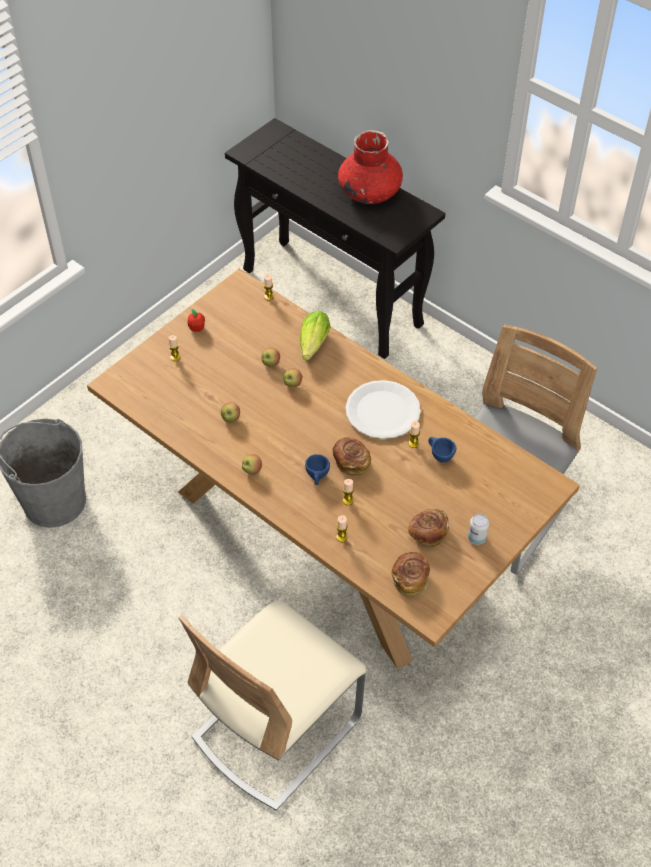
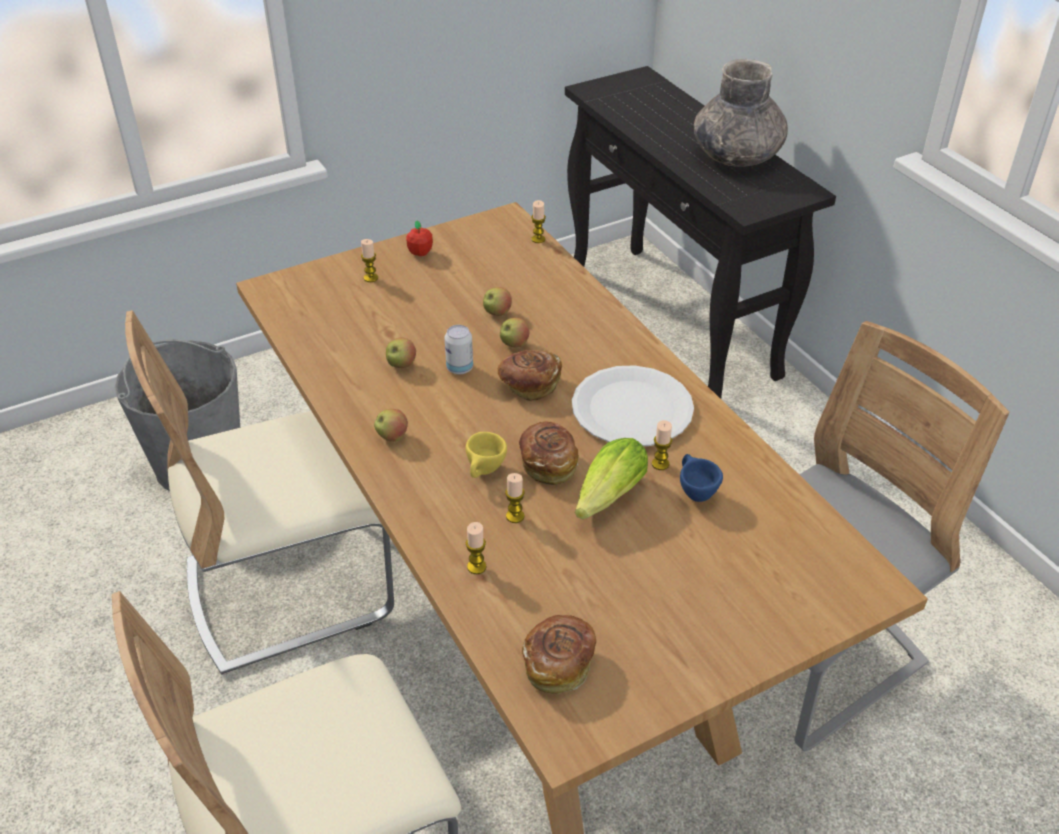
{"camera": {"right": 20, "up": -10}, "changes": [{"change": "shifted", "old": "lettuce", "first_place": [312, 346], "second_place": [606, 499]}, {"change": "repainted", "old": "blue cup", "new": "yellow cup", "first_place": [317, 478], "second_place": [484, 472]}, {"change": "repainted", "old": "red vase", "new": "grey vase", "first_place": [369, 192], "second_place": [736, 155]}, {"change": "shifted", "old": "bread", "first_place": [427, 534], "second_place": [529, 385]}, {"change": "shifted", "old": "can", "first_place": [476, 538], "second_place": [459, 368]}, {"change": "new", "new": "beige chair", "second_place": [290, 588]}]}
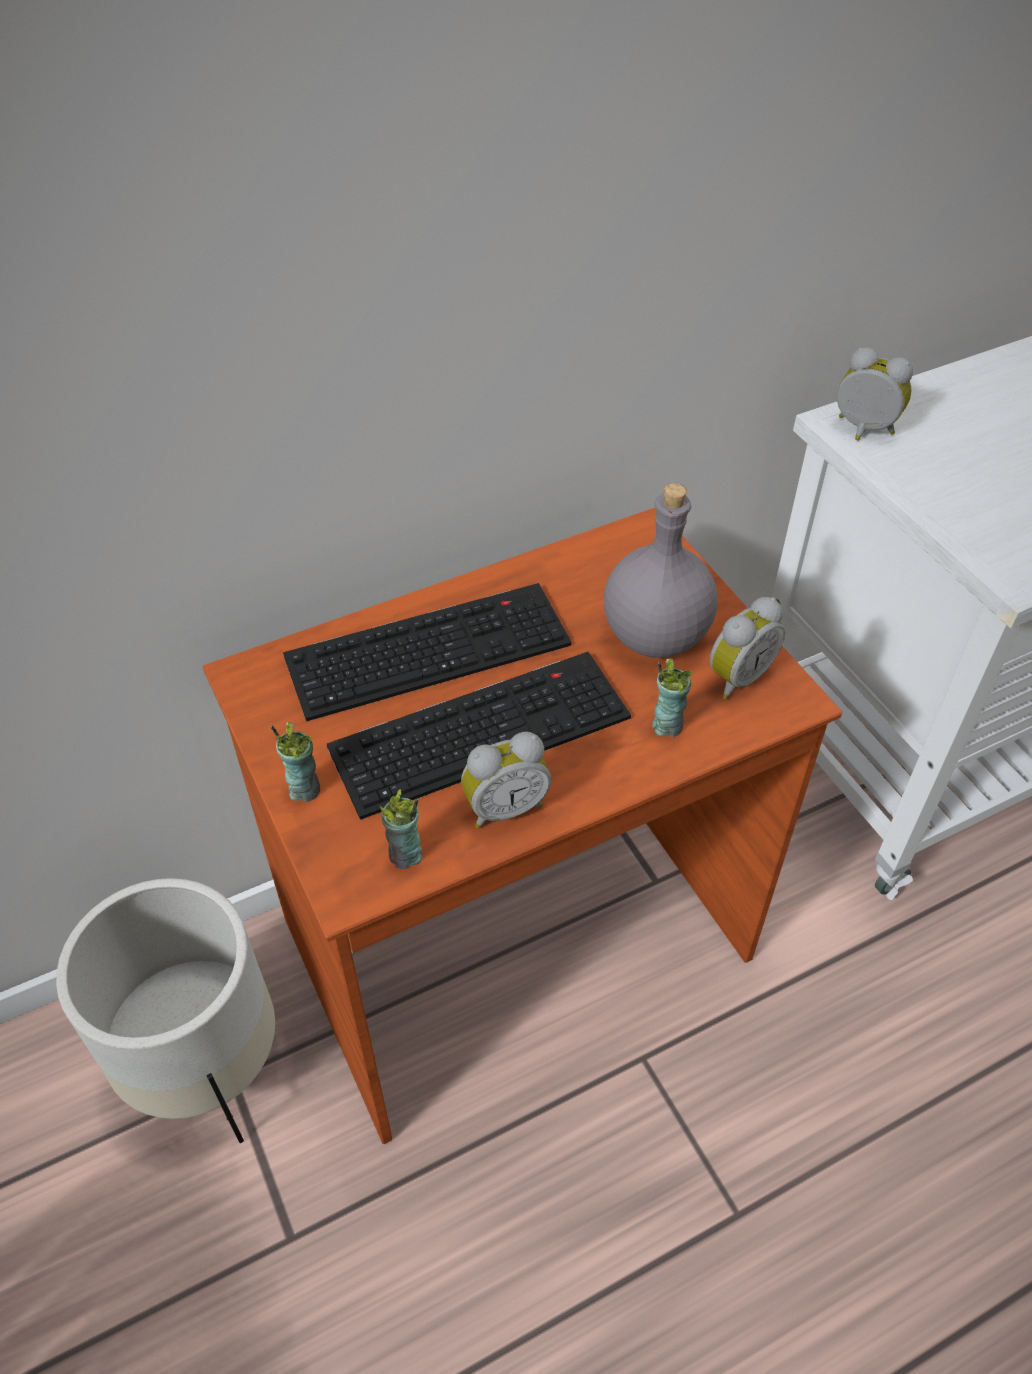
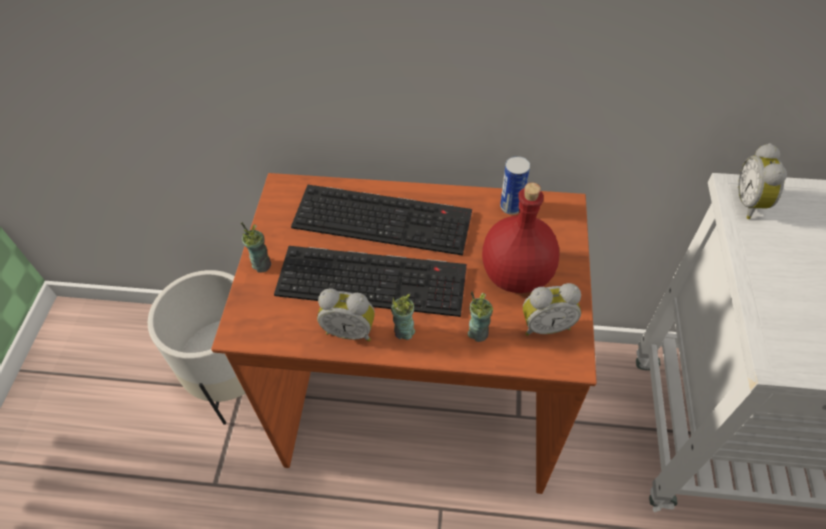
{"camera": {"right": 35, "up": 5}, "changes": [{"change": "shifted", "old": "cup", "first_place": [405, 856], "second_place": [404, 331]}, {"change": "repainted", "old": "grey bottle", "new": "red bottle", "first_place": [656, 638], "second_place": [516, 276]}, {"change": "rotated", "old": "alarm clock", "first_place": [862, 431], "second_place": [751, 203], "degrees": -150}, {"change": "new", "new": "can", "second_place": [511, 206]}]}
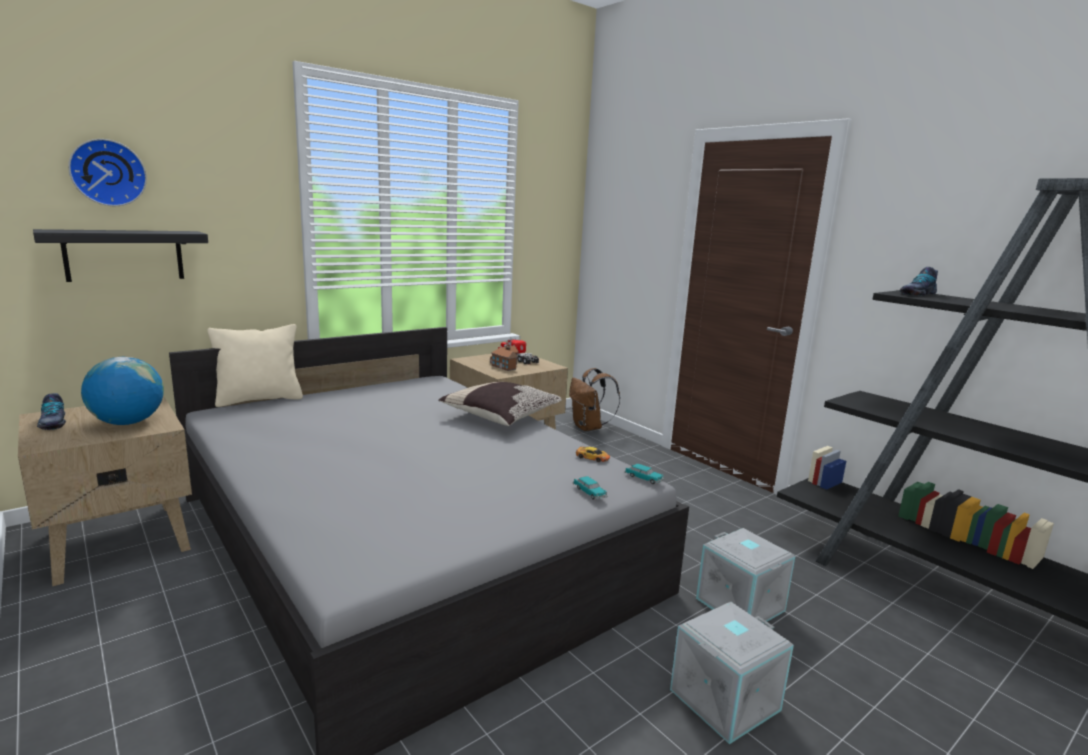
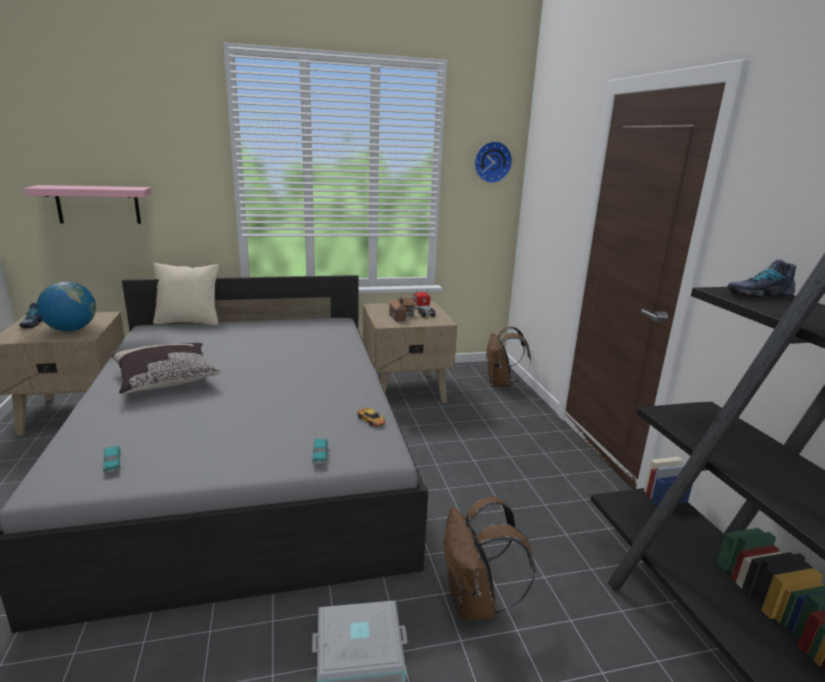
{"camera": {"right": 25, "up": 5}, "changes": [{"change": "repainted", "old": "black shelf", "new": "pink shelf", "first_place": [124, 255], "second_place": [98, 204]}, {"change": "shifted", "old": "wall clock", "first_place": [108, 173], "second_place": [492, 162]}, {"change": "shifted", "old": "pillow", "first_place": [500, 416], "second_place": [167, 379]}, {"change": "shifted", "old": "toy car", "first_place": [643, 478], "second_place": [112, 463]}, {"change": "swapped", "old": "grey storage box", "new": "brown backpack", "first_place": [741, 604], "second_place": [475, 603]}]}
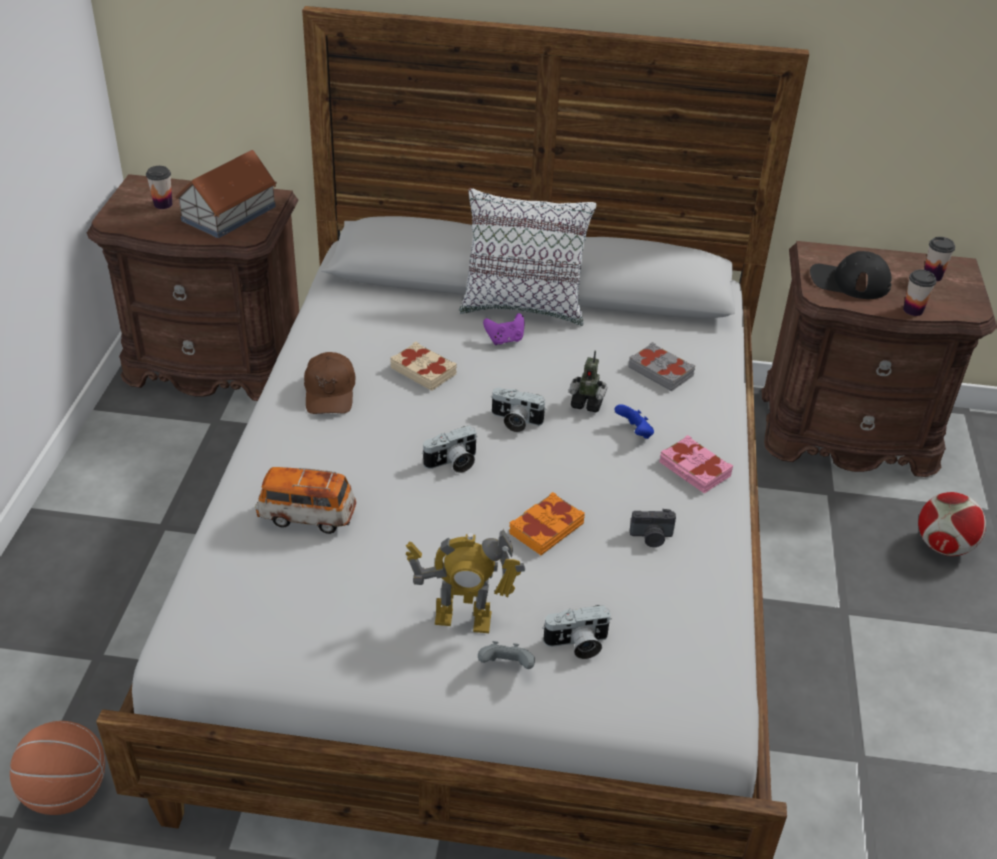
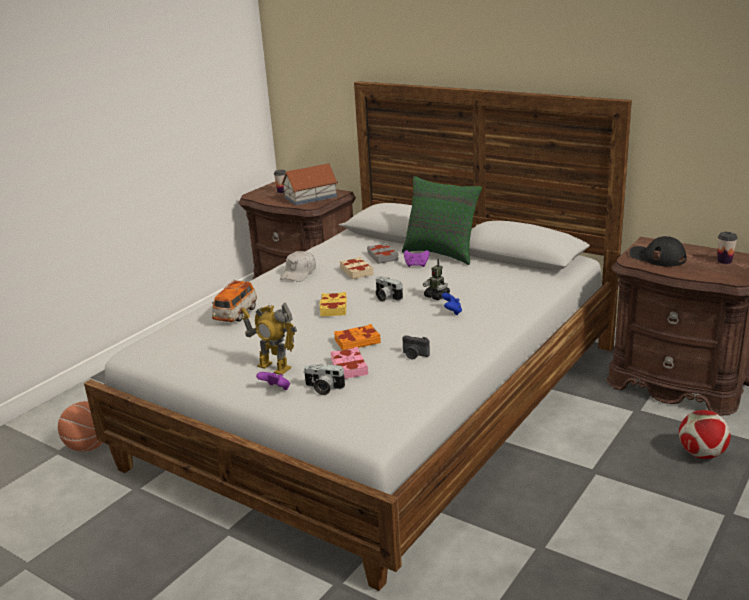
{"camera": {"right": 30, "up": -15}, "changes": [{"change": "rotated", "old": "toy car", "first_place": [306, 516], "second_place": [236, 314], "degrees": -105}, {"change": "repainted", "old": "brown cap", "new": "white cap", "first_place": [330, 392], "second_place": [299, 273]}, {"change": "swapped", "old": "photo camera", "new": "yellow book", "first_place": [452, 463], "second_place": [333, 308]}, {"change": "repainted", "old": "white pillow", "new": "green pillow", "first_place": [523, 309], "second_place": [441, 254]}, {"change": "repainted", "old": "grey game controller", "new": "purple game controller", "first_place": [506, 667], "second_place": [276, 389]}, {"change": "shifted", "old": "grey book", "first_place": [661, 371], "second_place": [383, 256]}, {"change": "shifted", "old": "pink book", "first_place": [694, 470], "second_place": [348, 367]}, {"change": "gone", "old": "cup", "first_place": [913, 310]}]}
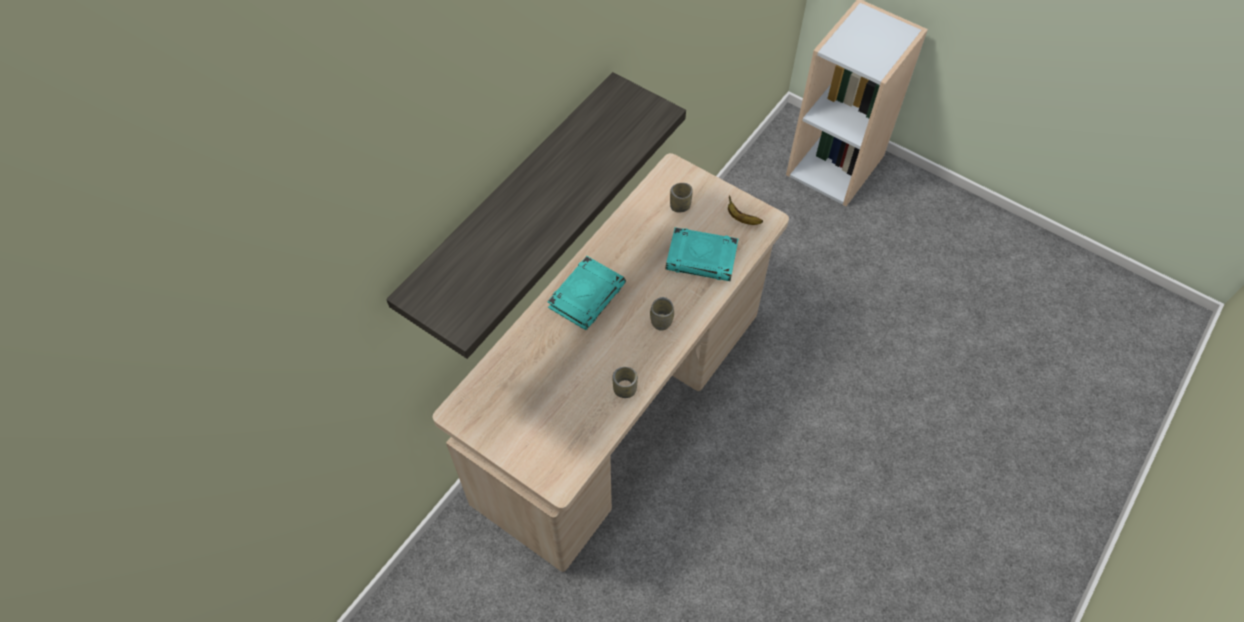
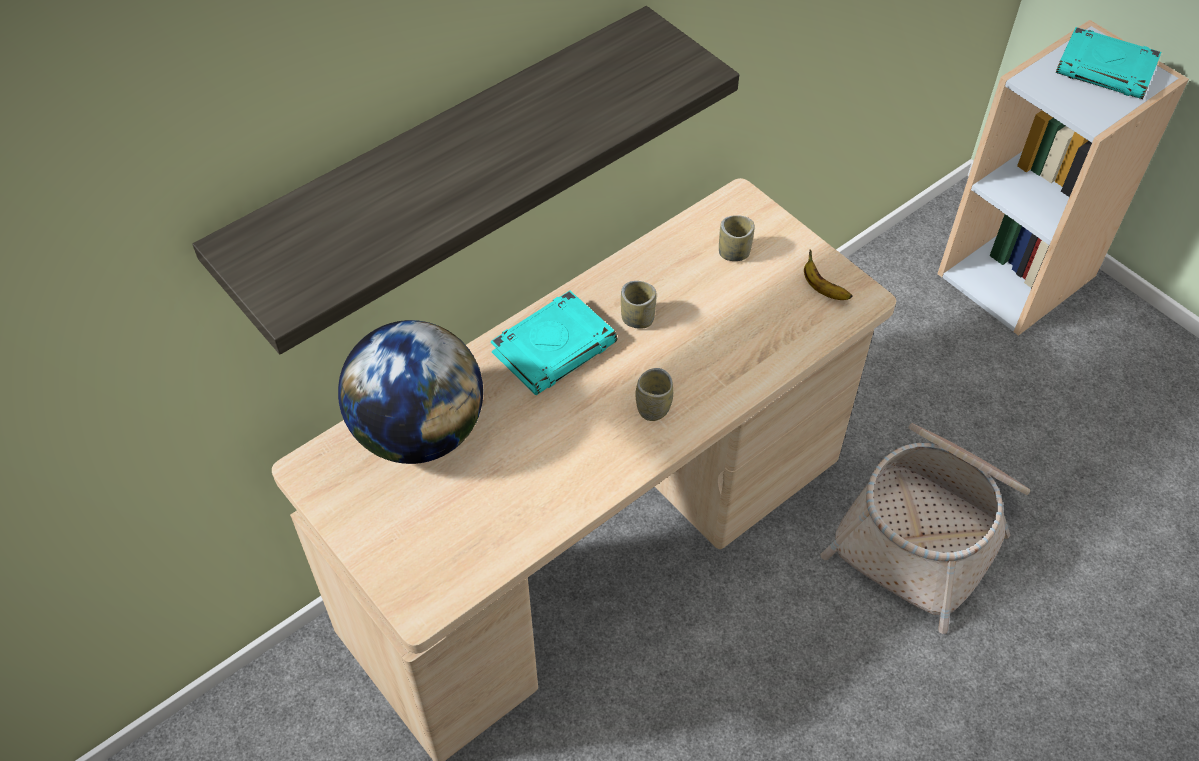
{"camera": {"right": 15, "up": -5}, "changes": [{"change": "shifted", "old": "cup", "first_place": [625, 389], "second_place": [637, 319]}, {"change": "shifted", "old": "turquoise book", "first_place": [702, 258], "second_place": [1106, 70]}, {"change": "new", "new": "globe", "second_place": [418, 432]}, {"change": "new", "new": "basket", "second_place": [928, 529]}]}
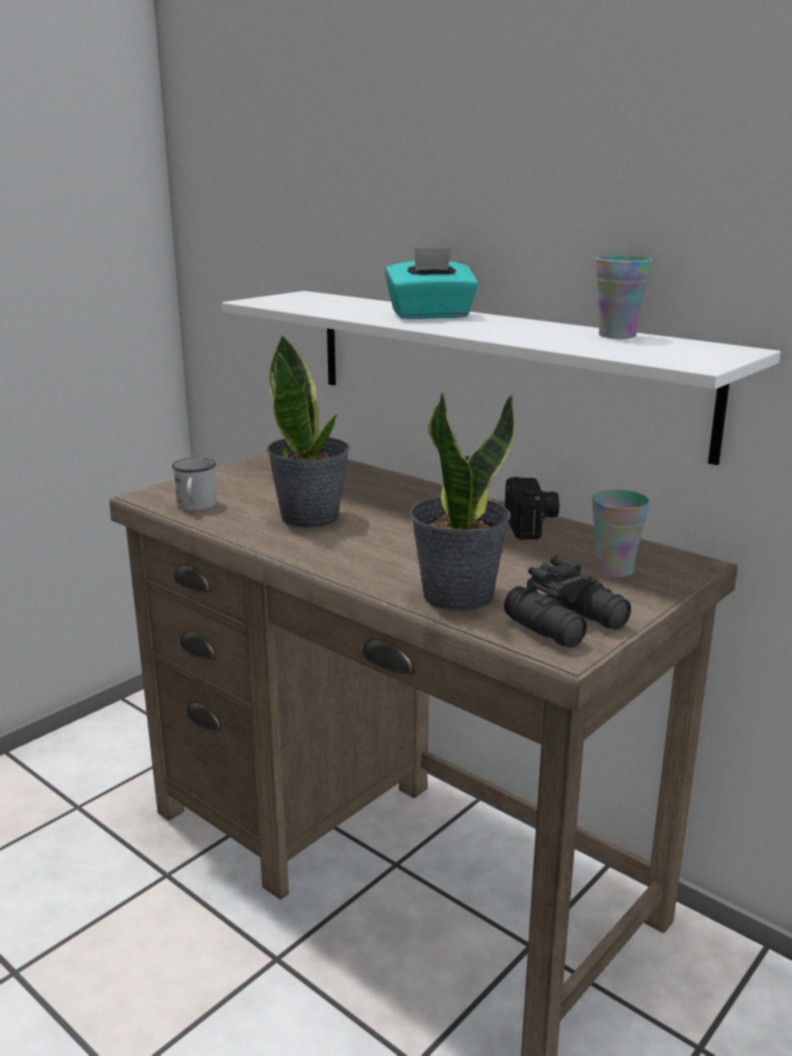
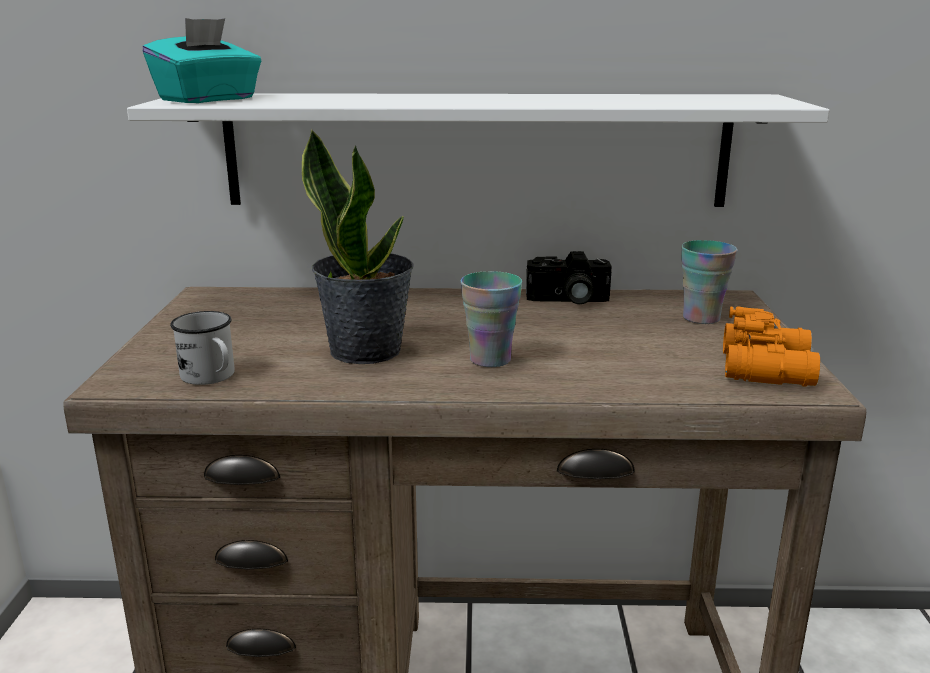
{"camera": {"right": -40, "up": 0}, "changes": [{"change": "shifted", "old": "turquoise tissue box", "first_place": [430, 315], "second_place": [208, 99]}, {"change": "gone", "old": "potted plant", "first_place": [457, 595]}, {"change": "repainted", "old": "black binoculars", "new": "orange binoculars", "first_place": [569, 624], "second_place": [769, 368]}, {"change": "rotated", "old": "photo camera", "first_place": [532, 524], "second_place": [567, 300], "degrees": 135}, {"change": "shifted", "old": "cup", "first_place": [617, 335], "second_place": [490, 360]}]}
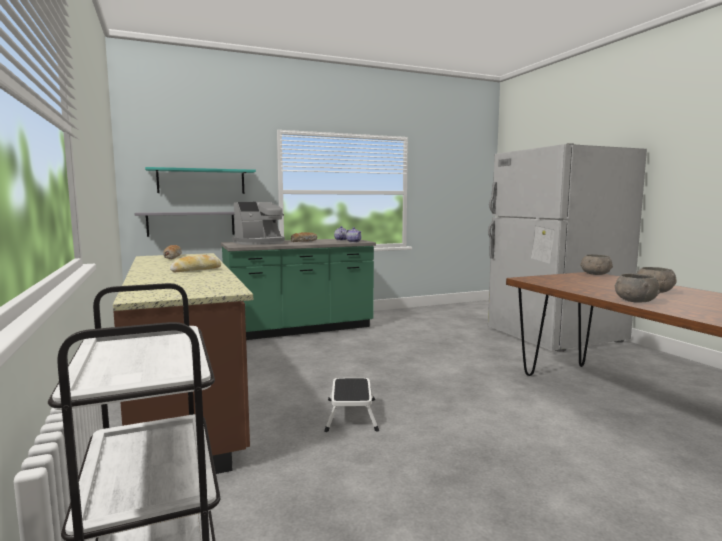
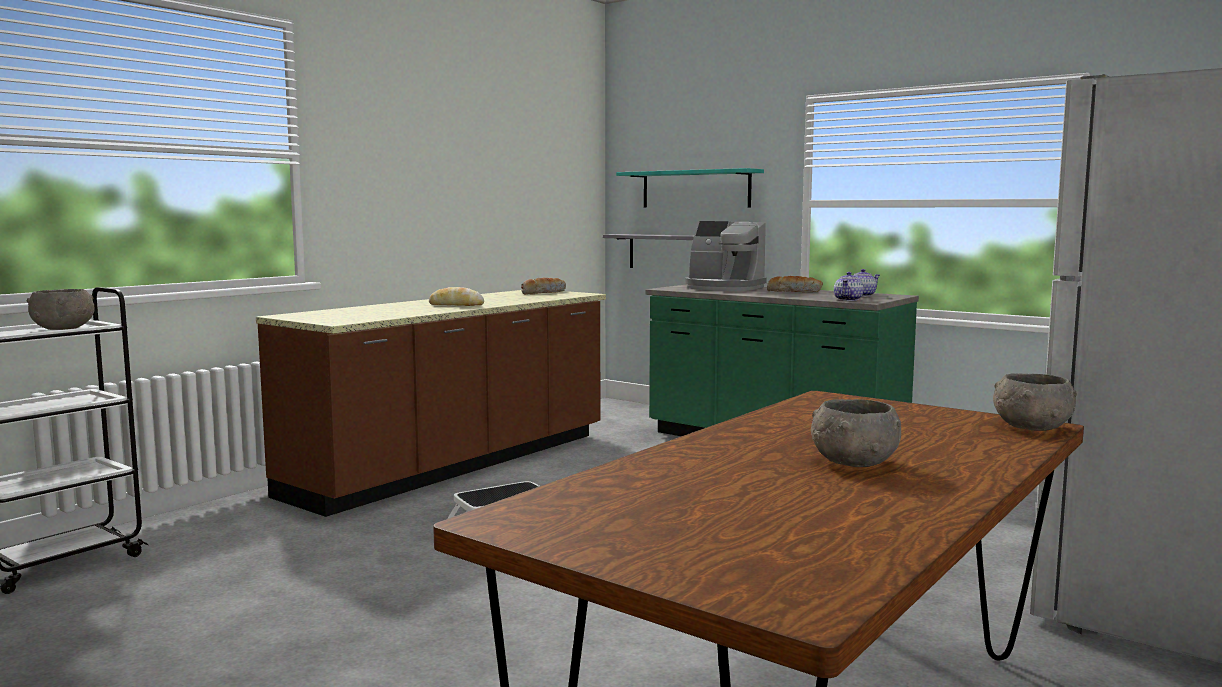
{"camera": {"right": 60, "up": 0}, "changes": [{"change": "shifted", "old": "grey bowl", "first_place": [634, 301], "second_place": [64, 329]}]}
